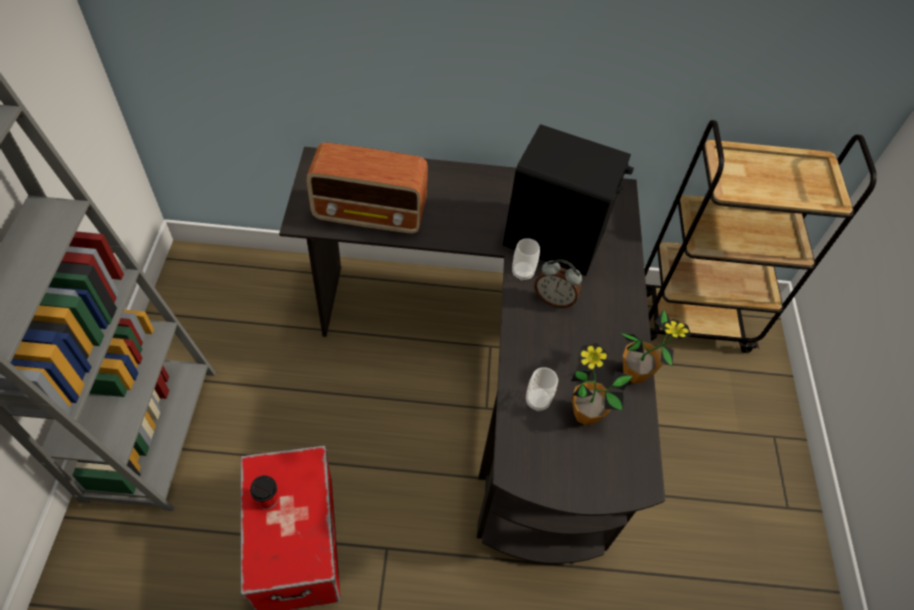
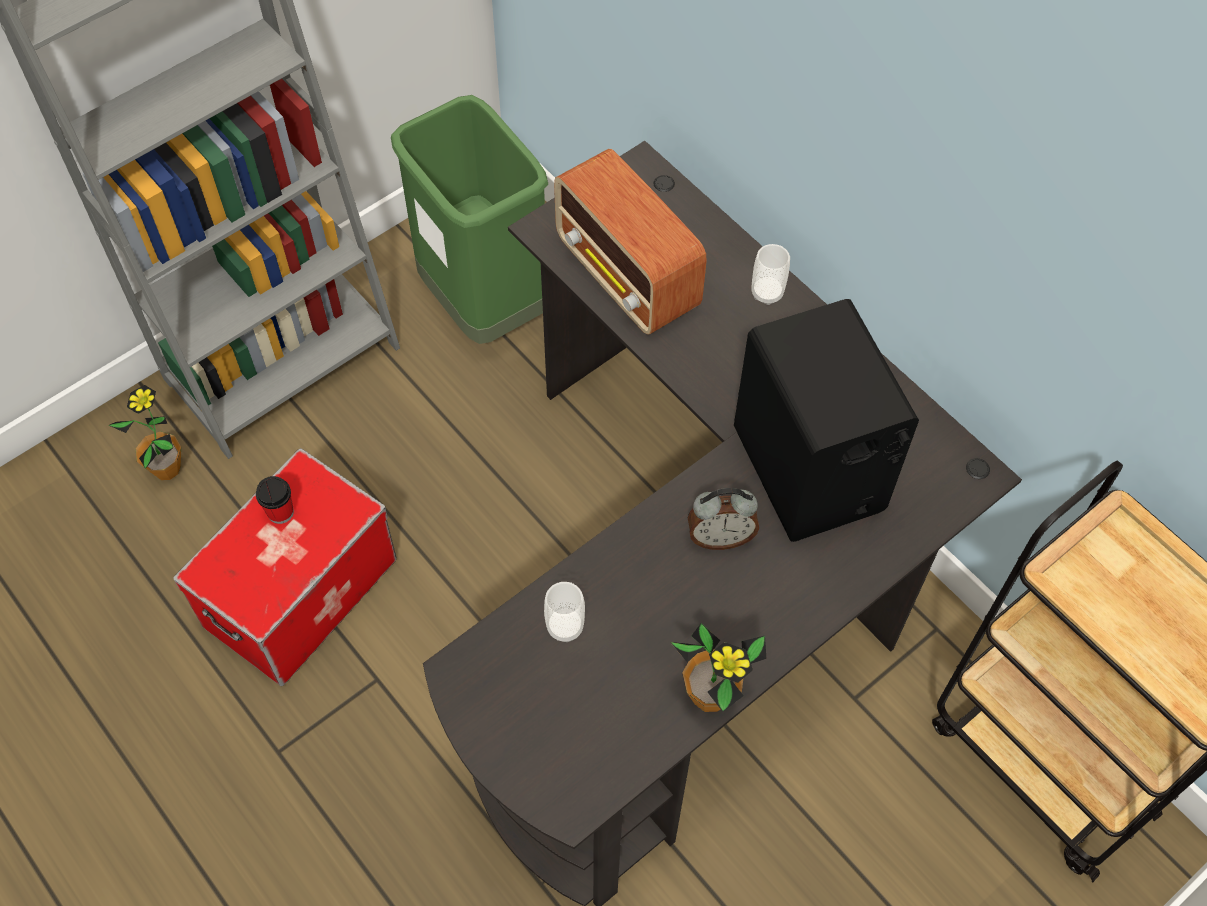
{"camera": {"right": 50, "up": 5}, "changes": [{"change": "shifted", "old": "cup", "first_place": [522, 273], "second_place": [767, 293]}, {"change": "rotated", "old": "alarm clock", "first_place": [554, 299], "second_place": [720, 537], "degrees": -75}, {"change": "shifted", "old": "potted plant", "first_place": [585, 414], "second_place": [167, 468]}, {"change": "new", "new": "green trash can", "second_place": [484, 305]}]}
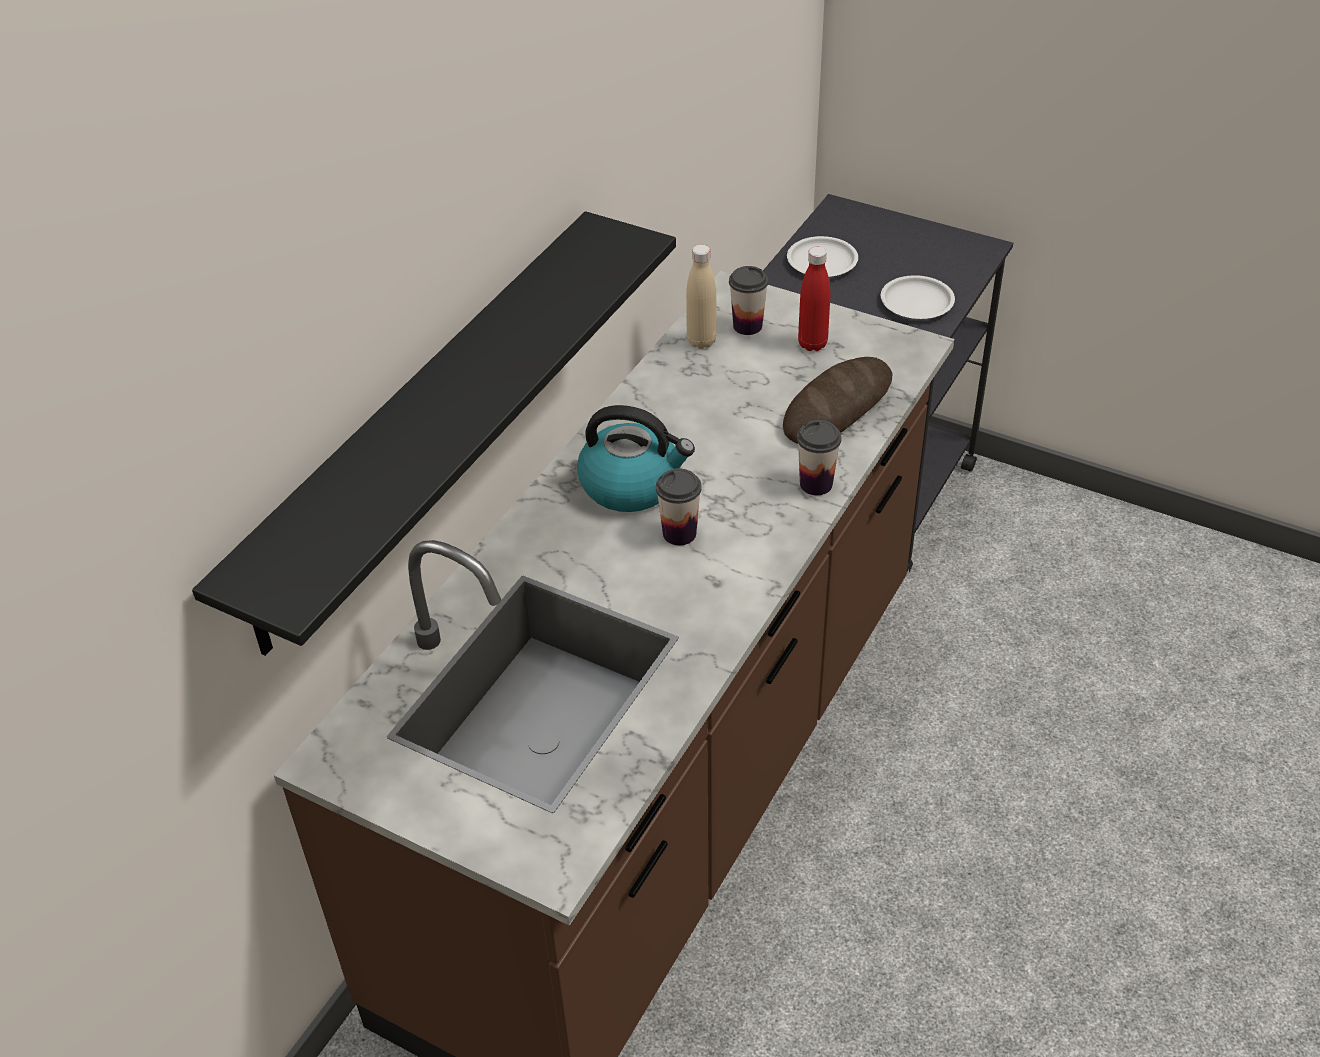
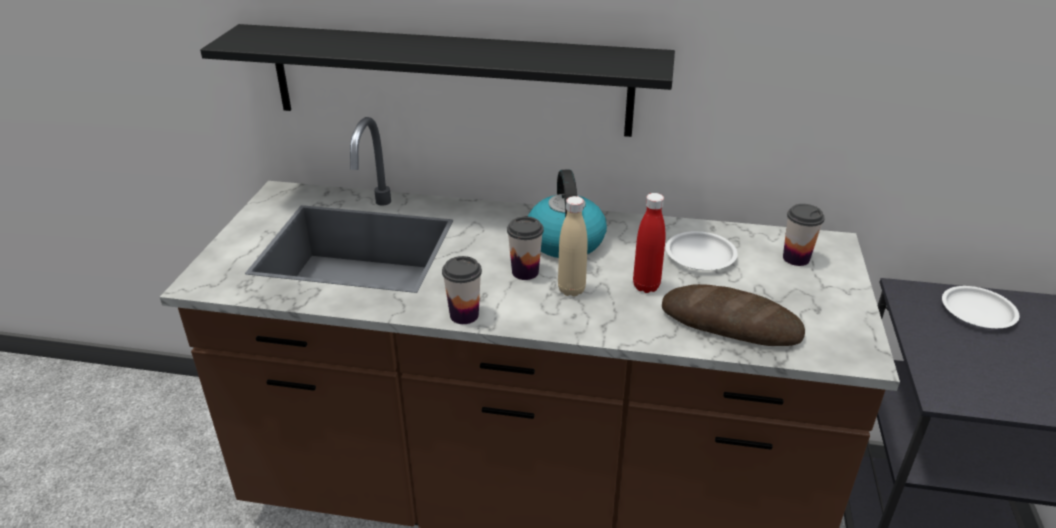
{"camera": {"right": 70, "up": -10}, "changes": [{"change": "shifted", "old": "beige bottle", "first_place": [701, 341], "second_place": [571, 290]}, {"change": "shifted", "old": "cup", "first_place": [816, 484], "second_place": [464, 315]}, {"change": "shifted", "old": "red bottle", "first_place": [812, 344], "second_place": [646, 286]}, {"change": "shifted", "old": "white plate", "first_place": [917, 302], "second_place": [701, 256]}]}
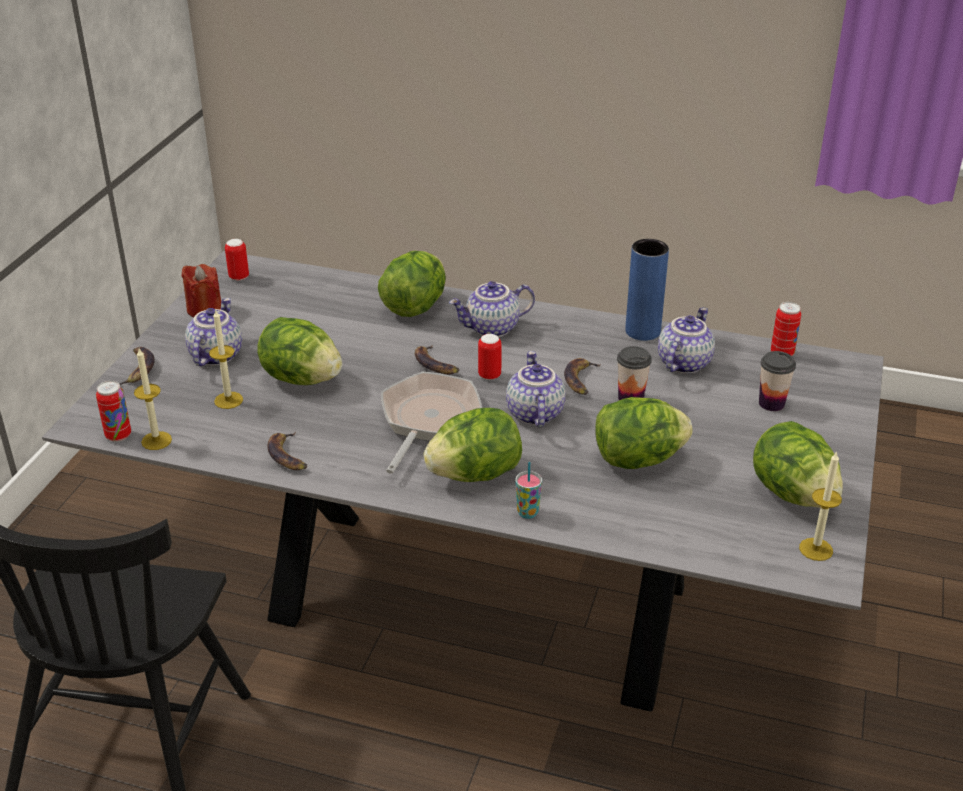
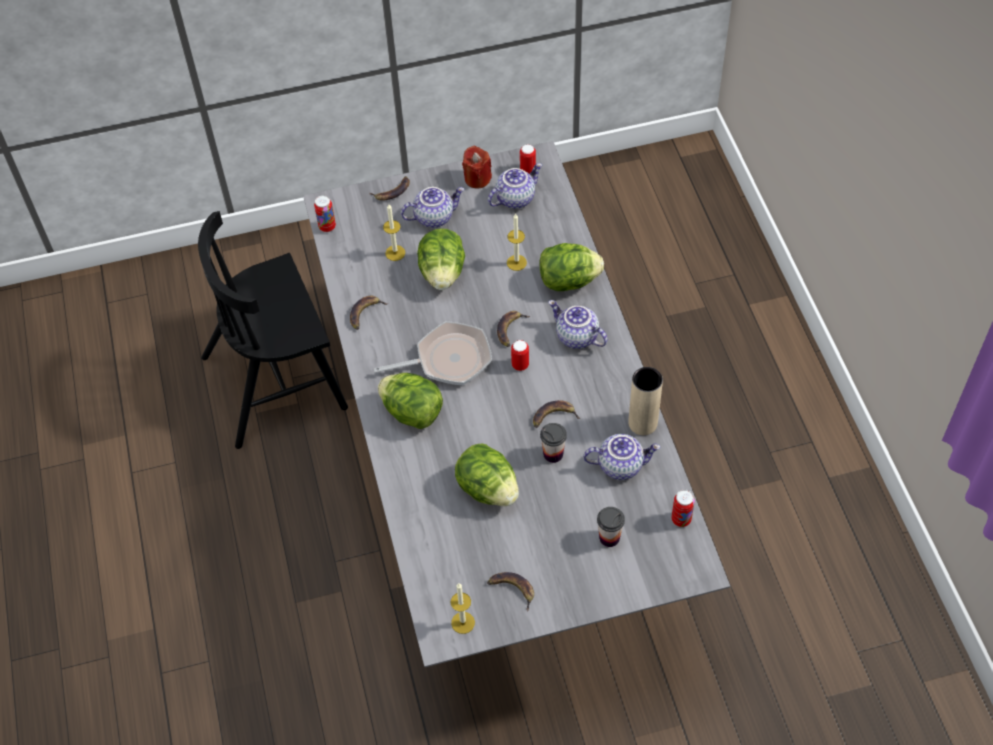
{"camera": {"right": 60, "up": 20}, "changes": [{"change": "shifted", "old": "candle", "first_place": [156, 440], "second_place": [516, 262]}, {"change": "shifted", "old": "teapot", "first_place": [533, 413], "second_place": [515, 198]}, {"change": "gone", "old": "cup", "first_place": [527, 512]}, {"change": "repainted", "old": "blue vase", "new": "beige vase", "first_place": [642, 331], "second_place": [642, 423]}, {"change": "swapped", "old": "lettuce", "new": "banana", "first_place": [793, 494], "second_place": [512, 589]}]}
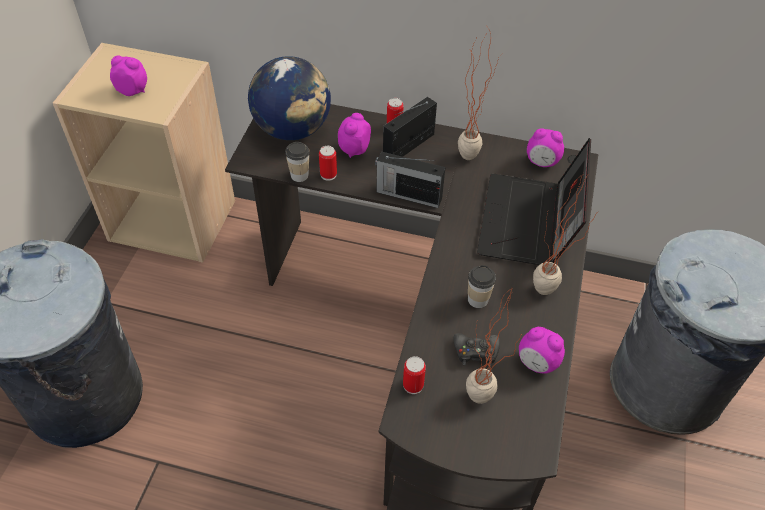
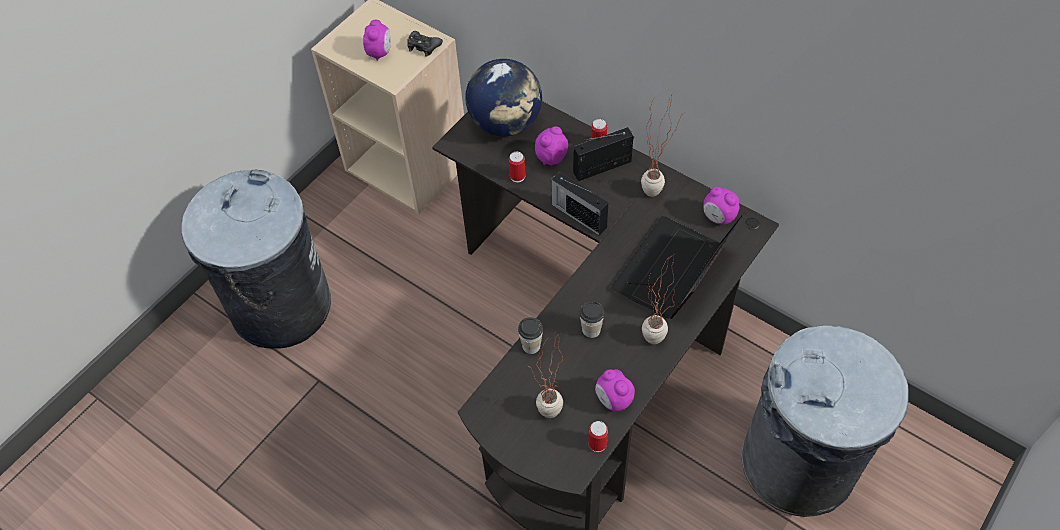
{"camera": {"right": 25, "up": 5}, "changes": [{"change": "rotated", "old": "alarm clock", "first_place": [133, 90], "second_place": [380, 52], "degrees": 60}, {"change": "shifted", "old": "cup", "first_place": [299, 175], "second_place": [531, 345]}, {"change": "shifted", "old": "can", "first_place": [413, 385], "second_place": [597, 444]}, {"change": "shifted", "old": "black game controller", "first_place": [476, 352], "second_place": [423, 46]}]}
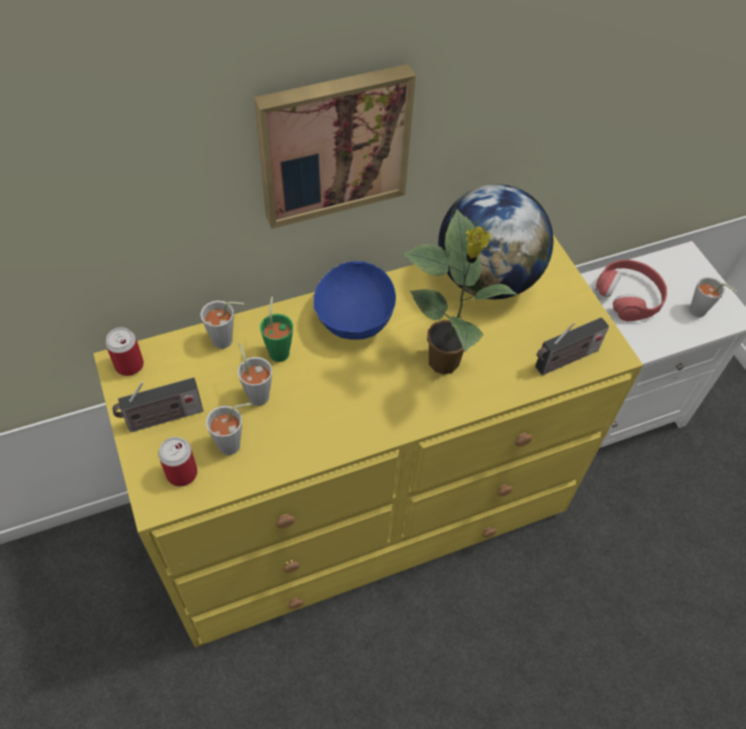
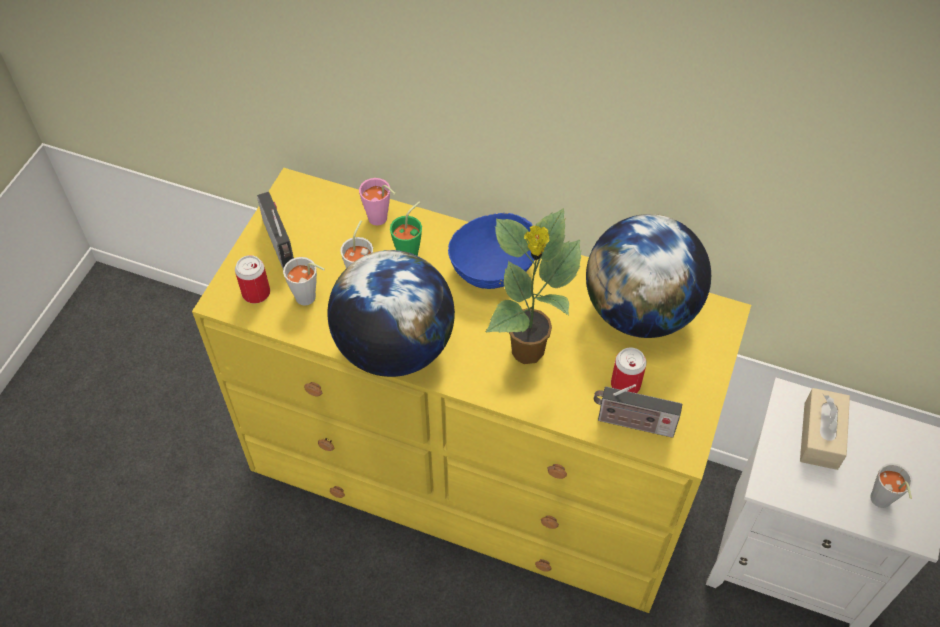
{"camera": {"right": 45, "up": 0}, "changes": [{"change": "shifted", "old": "can", "first_place": [129, 365], "second_place": [625, 384]}, {"change": "rotated", "old": "radio", "first_place": [162, 418], "second_place": [281, 245], "degrees": -135}, {"change": "repainted", "old": "grey cup", "new": "pink cup", "first_place": [227, 341], "second_place": [380, 220]}, {"change": "gone", "old": "picture", "first_place": [333, 144]}, {"change": "swapped", "old": "red headphones", "new": "beige tissue box", "first_place": [629, 296], "second_place": [820, 435]}, {"change": "new", "new": "globe", "second_place": [394, 348]}]}
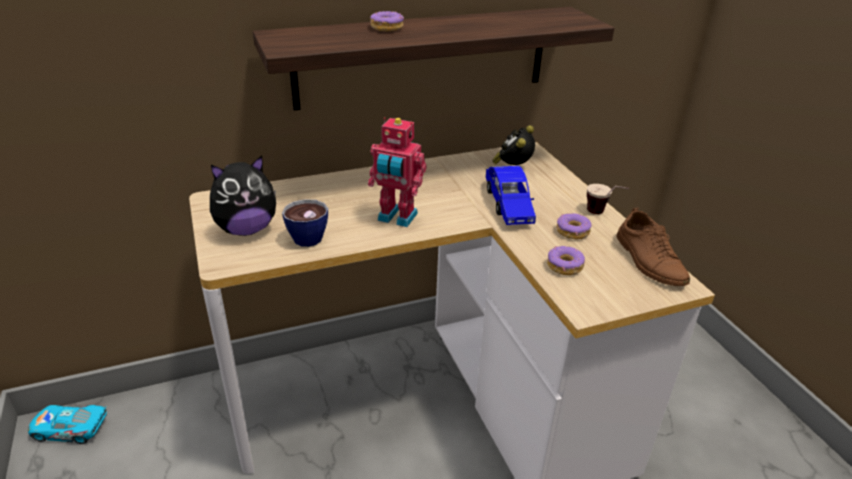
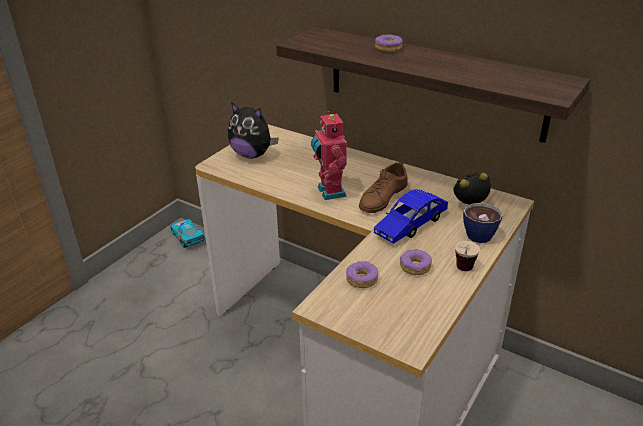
{"camera": {"right": 55, "up": 0}, "changes": [{"change": "shifted", "old": "cup", "first_place": [305, 235], "second_place": [480, 233]}, {"change": "shifted", "old": "brown shoe", "first_place": [649, 260], "second_place": [383, 197]}]}
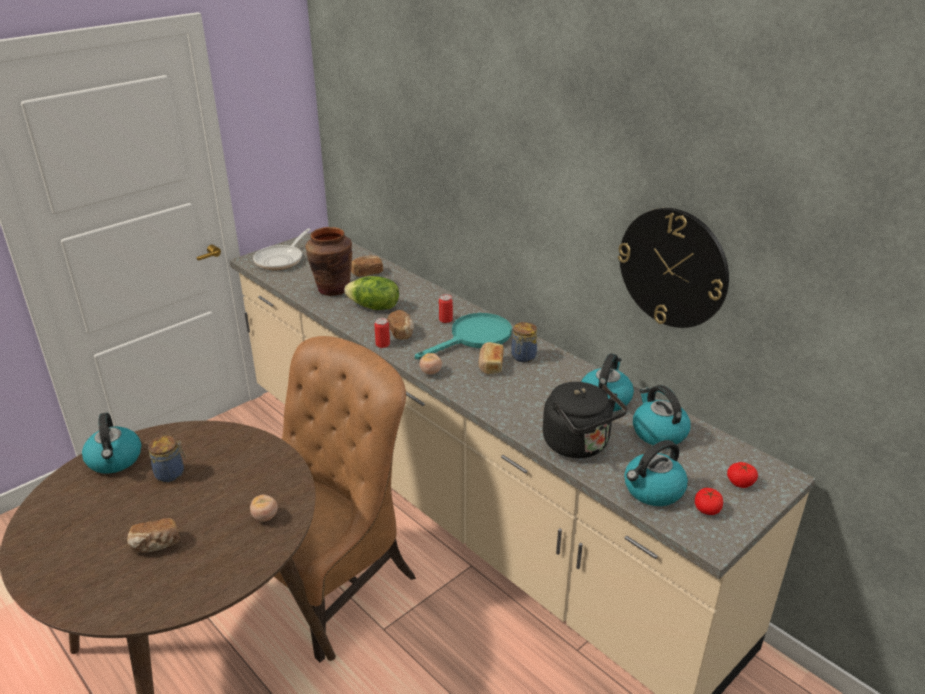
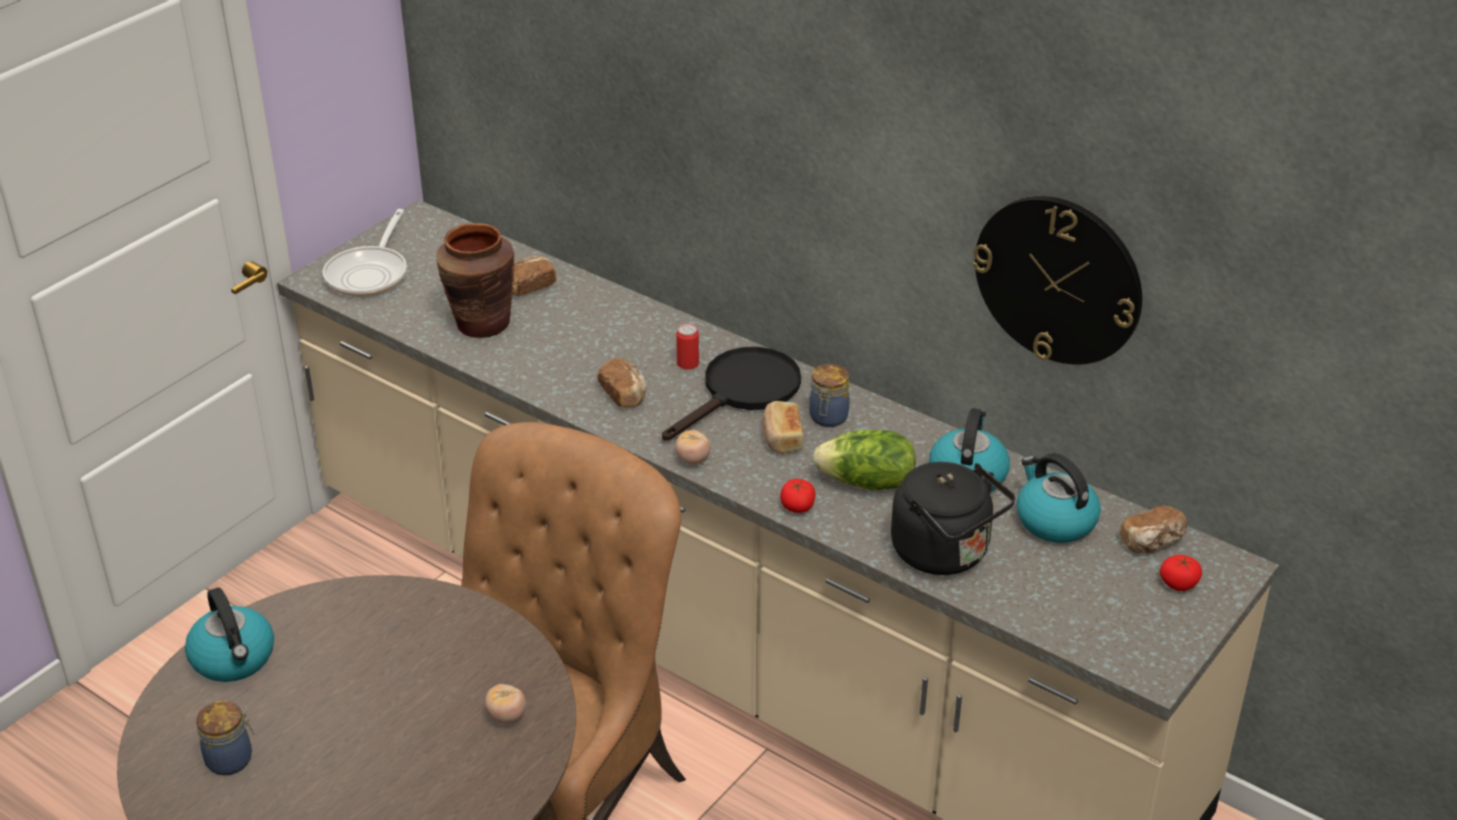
{"camera": {"right": -10, "up": 5}, "changes": [{"change": "shifted", "old": "bread", "first_place": [156, 545], "second_place": [1152, 543]}, {"change": "shifted", "old": "jar", "first_place": [171, 473], "second_place": [231, 759]}, {"change": "shifted", "old": "lettuce", "first_place": [374, 307], "second_place": [867, 483]}, {"change": "gone", "old": "can", "first_place": [382, 344]}, {"change": "repainted", "old": "turquoise frying pan", "new": "black frying pan", "first_place": [474, 338], "second_place": [743, 392]}, {"change": "gone", "old": "kettle", "first_place": [653, 490]}, {"change": "shifted", "old": "tomato", "first_place": [707, 509], "second_place": [797, 506]}]}
